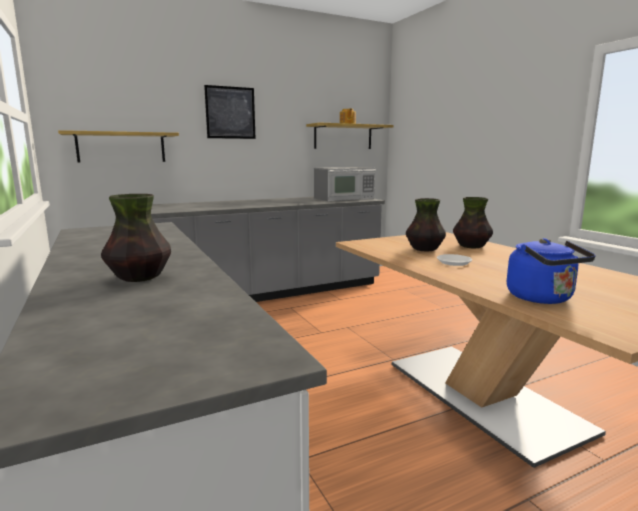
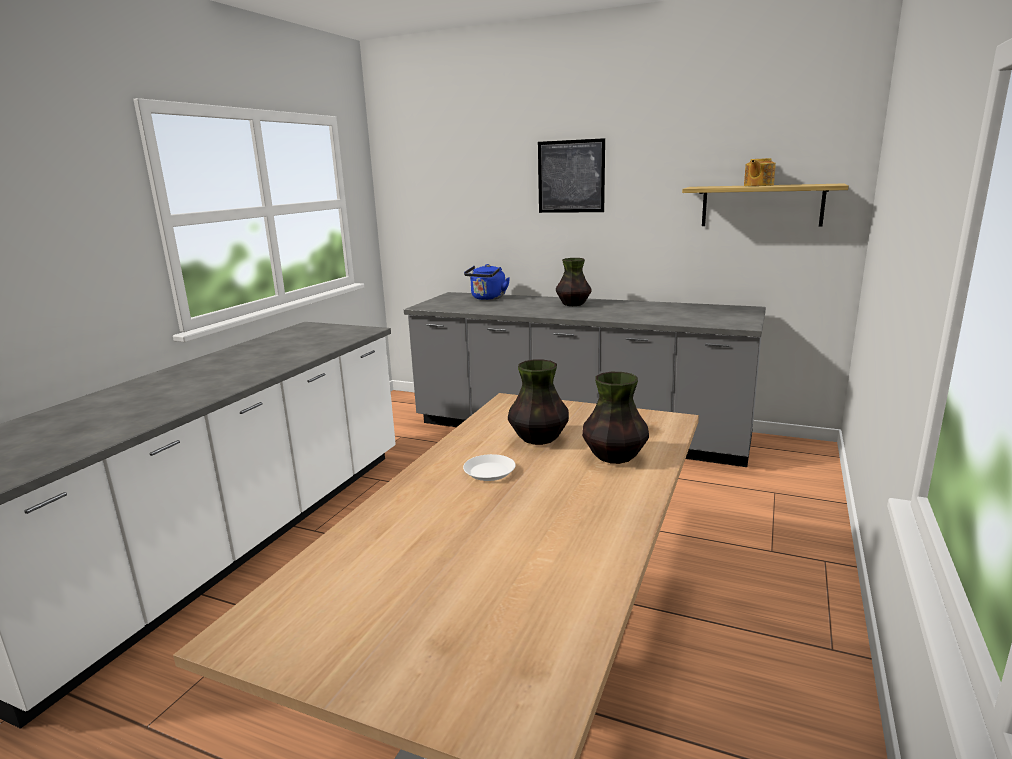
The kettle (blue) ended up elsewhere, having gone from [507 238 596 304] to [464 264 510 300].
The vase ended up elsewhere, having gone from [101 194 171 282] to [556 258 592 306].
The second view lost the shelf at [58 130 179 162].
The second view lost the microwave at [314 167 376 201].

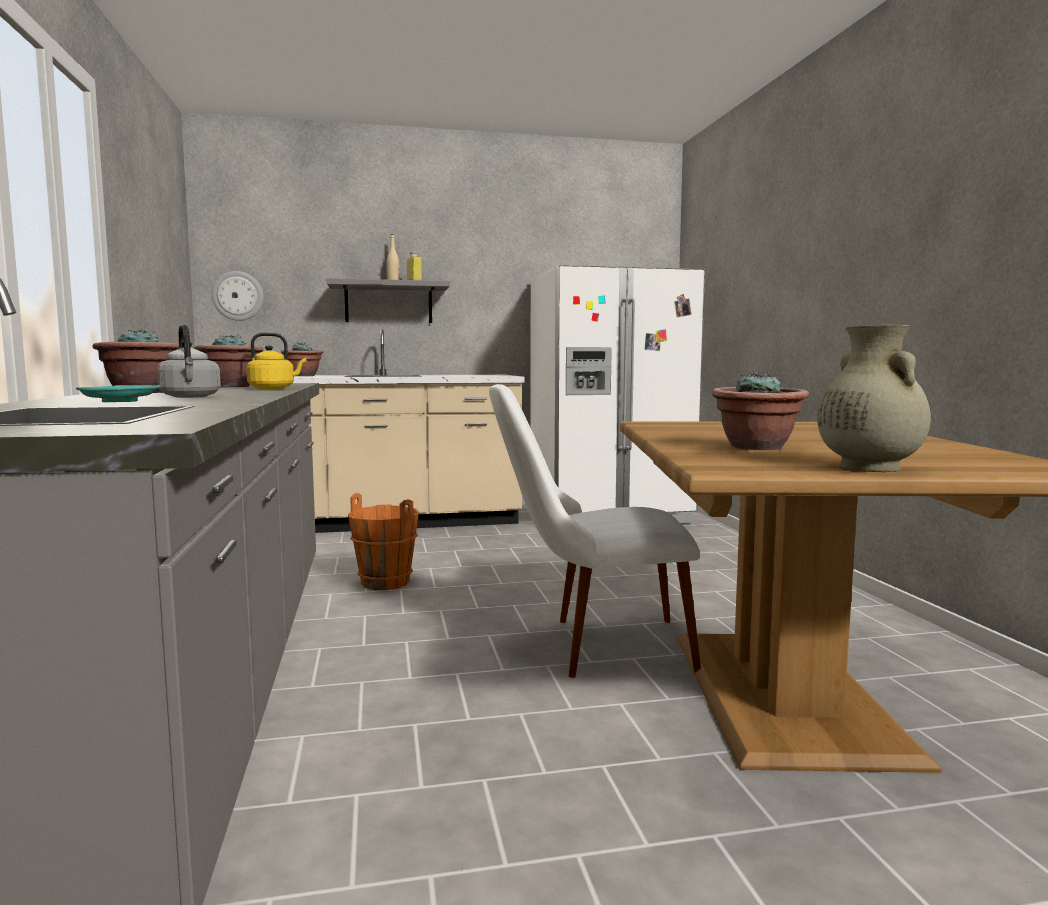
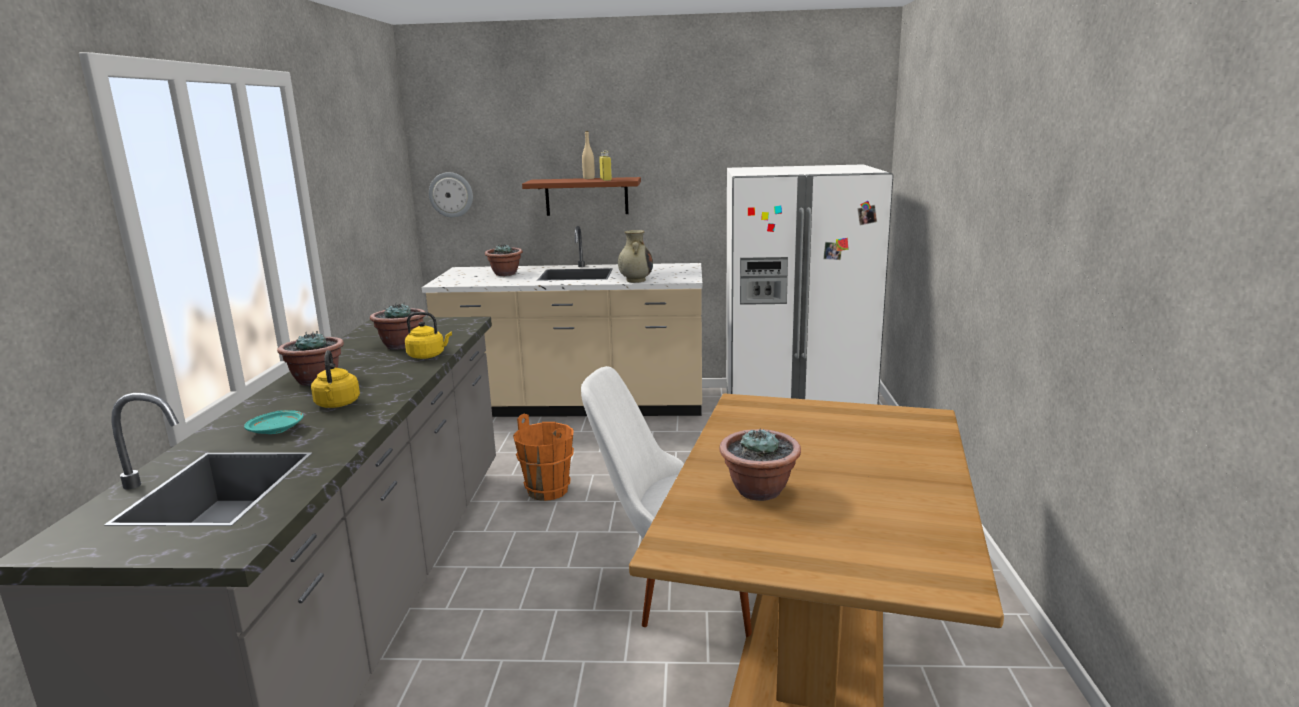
What was the kettle (grey) at [157 325 221 398] turned into the kettle (yellow) at [311 350 360 408].
What was the shelf (grey) at [326 278 450 323] turned into the shelf (brown) at [522 177 641 216].
The vase (beige) ended up elsewhere, having gone from [817 325 931 472] to [618 230 653 283].

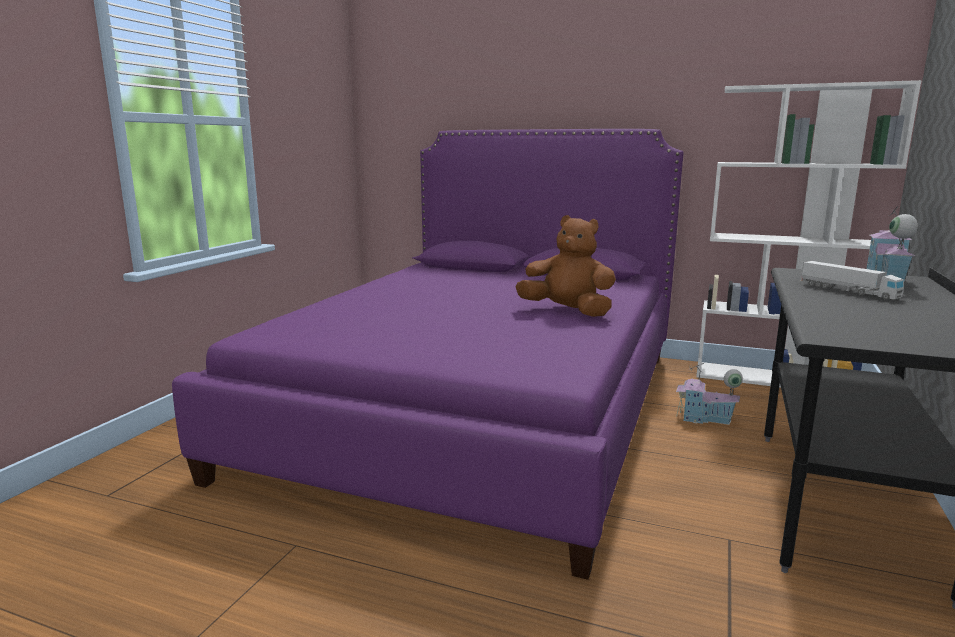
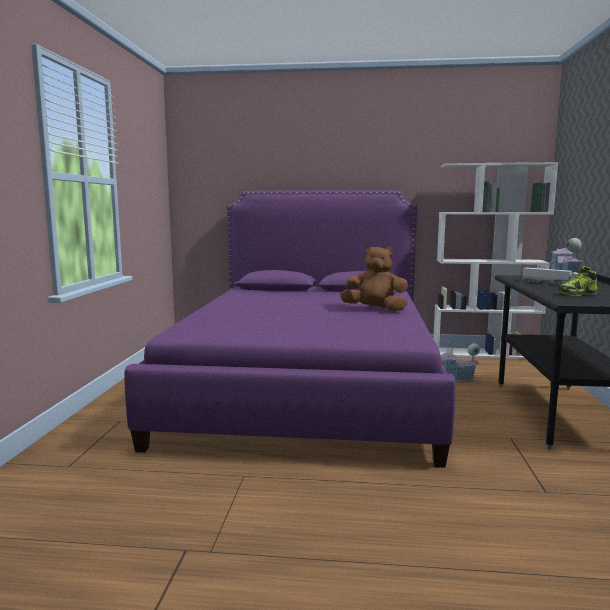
The second view gained the shoe at [558 266 598 296].

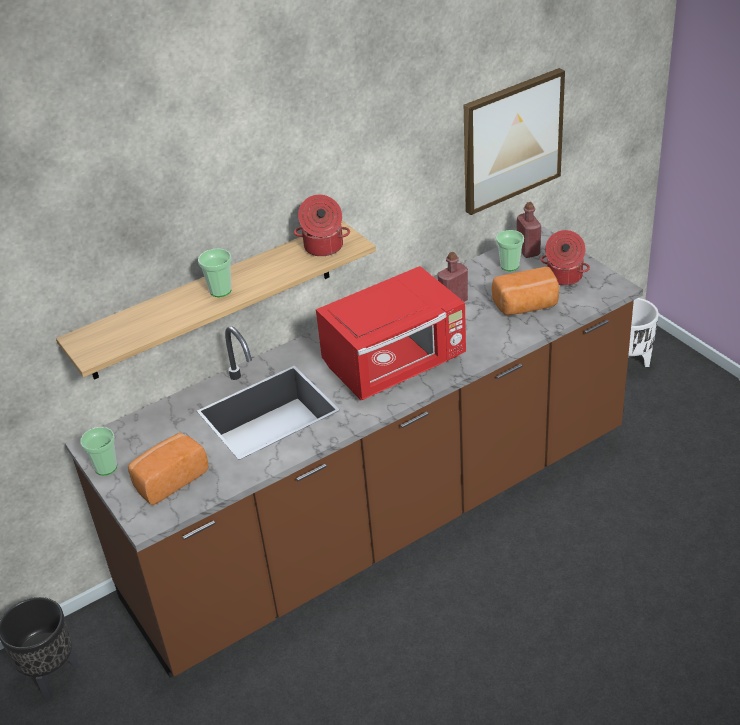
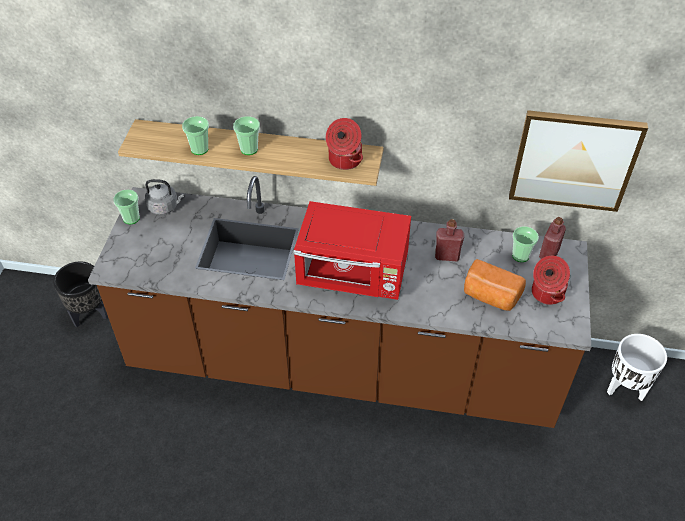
The second view gained the kettle (grey) at [145 179 184 215].
The second view gained the cup at [182 116 209 155].
The second view lost the bread at [128 433 209 505].

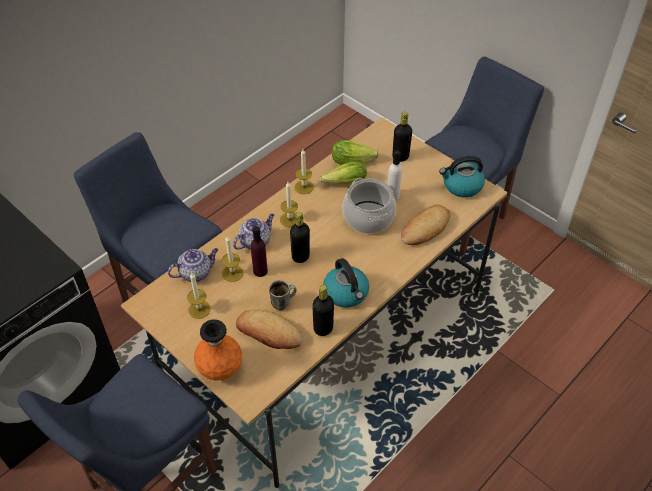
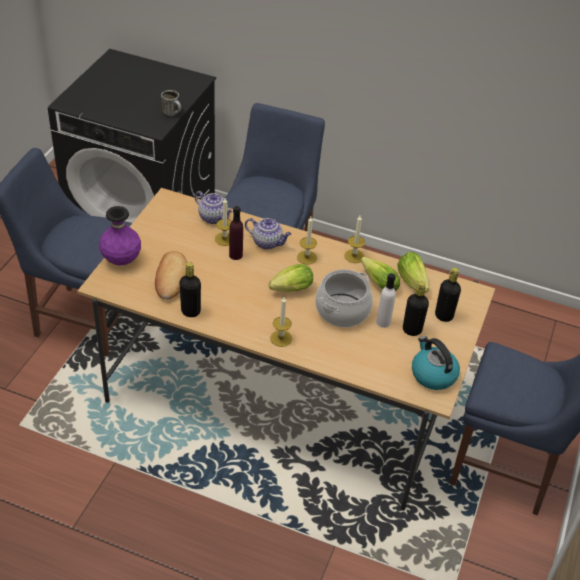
What was the vase (orange) at [194 319 242 380] turned into the vase (purple) at [99 206 141 265].
The mug ended up elsewhere, having gone from [269 280 297 310] to [161 90 181 116].
The second view gained the lettuce at [269 264 313 292].
The candle ended up elsewhere, having gone from [187 273 211 319] to [270 297 292 347].
The bottle (black) ended up elsewhere, having gone from [290 212 310 263] to [403 282 429 336].
The second view lost the kettle at [323 258 369 308].
The second view lost the bread at [401 205 450 245].

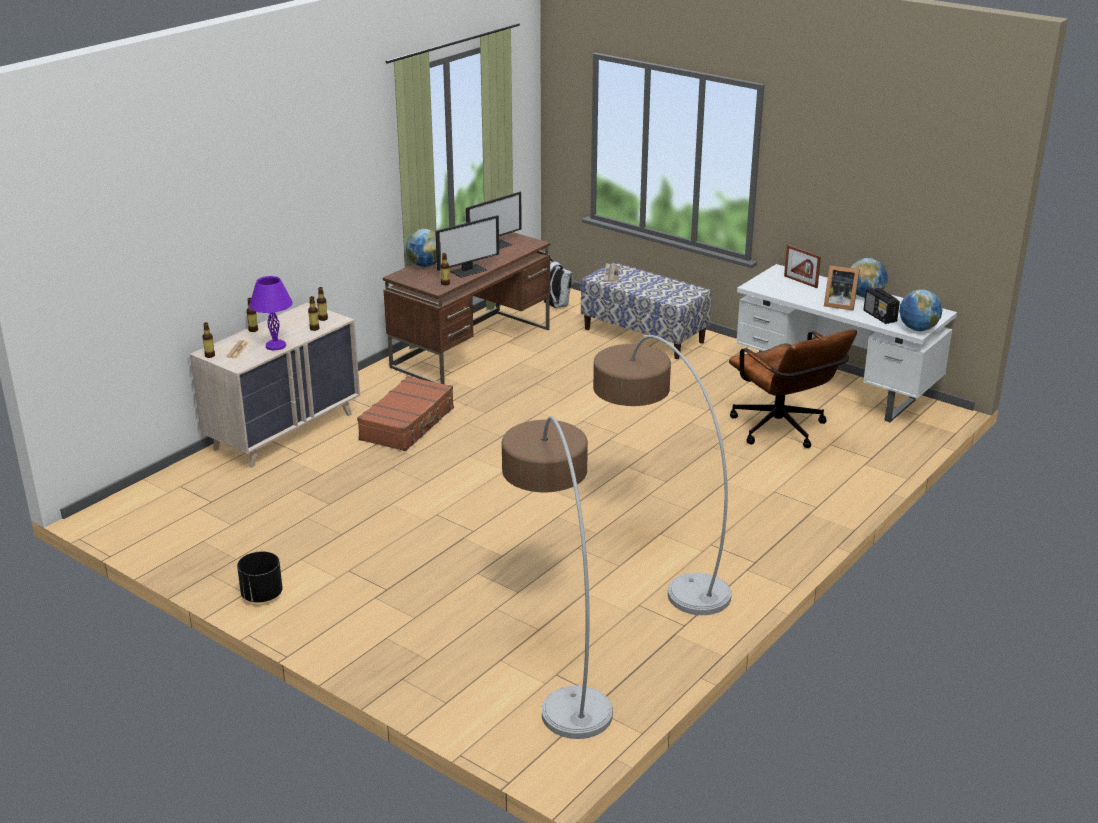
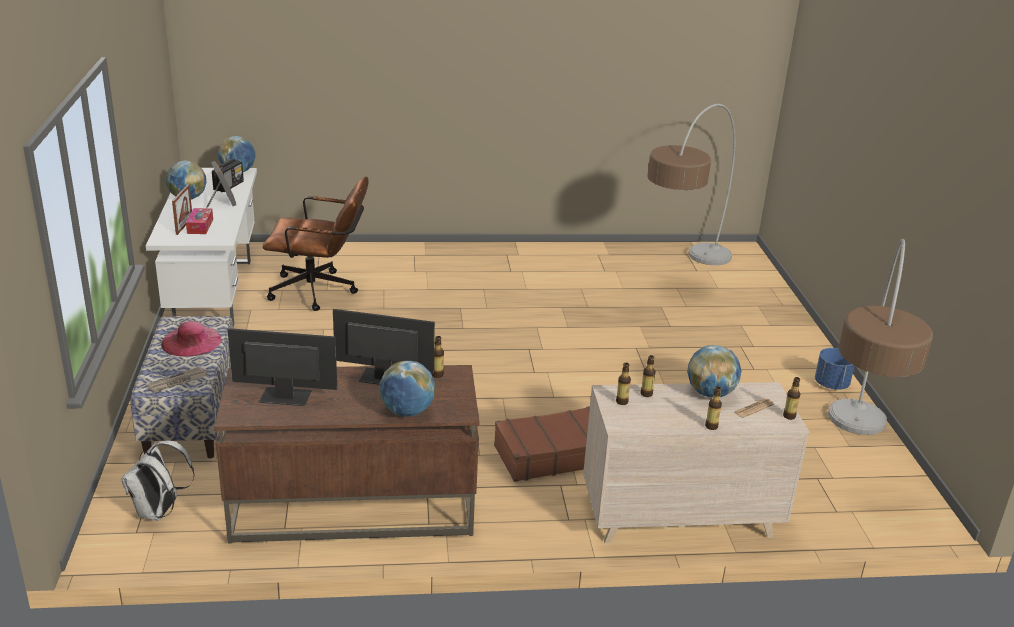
The second view gained the hat (pink) at [161 321 221 357].
The second view gained the tissue box at [186 208 213 234].
The office chair (brown) at [729 329 857 448] ended up facing another way, 75 degrees clockwise from before.
Where the table lamp (purple) stood at [249 276 293 350], the globe came to stand at [687 345 741 398].
What was the planter (black) at [237 551 283 603] turned into the planter (blue) at [815 348 854 390].
The floor lamp ended up elsewhere, having gone from [593 335 731 615] to [828 239 933 435].

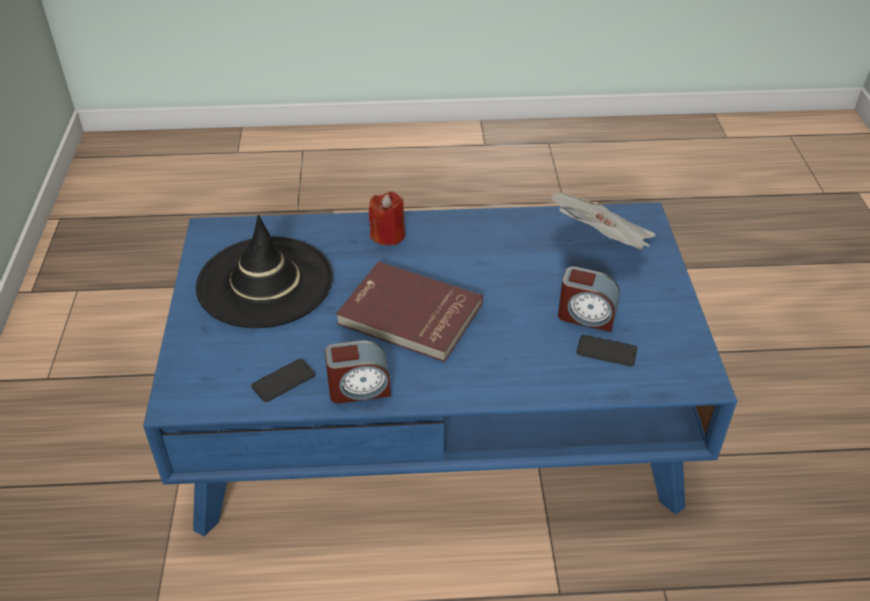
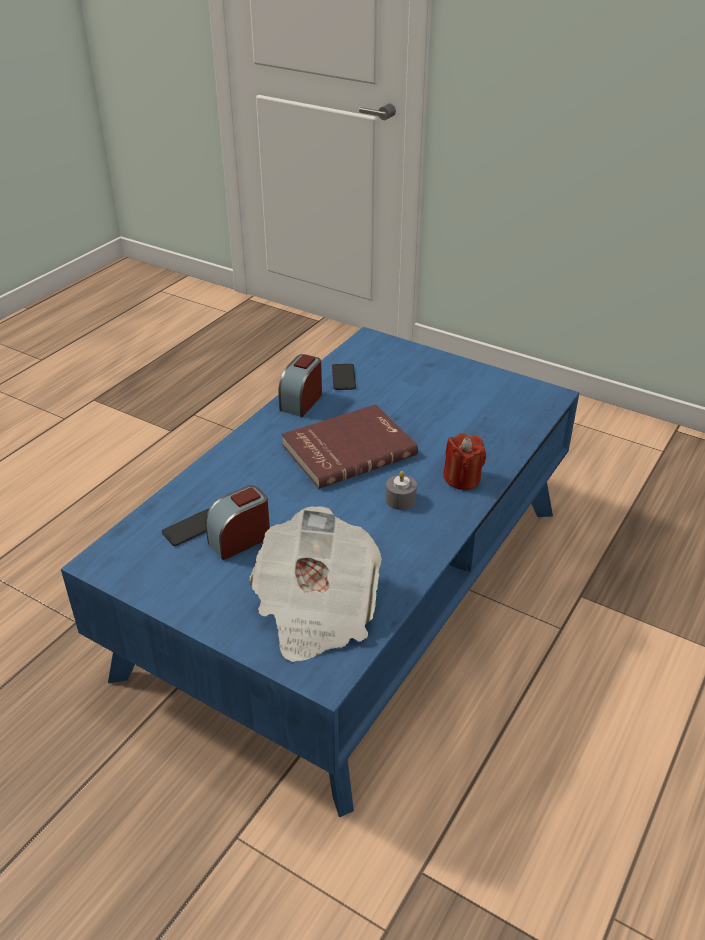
The second view gained the candle (grey) at [386 471 417 510].
The second view lost the hat (black) at [196 215 333 328].

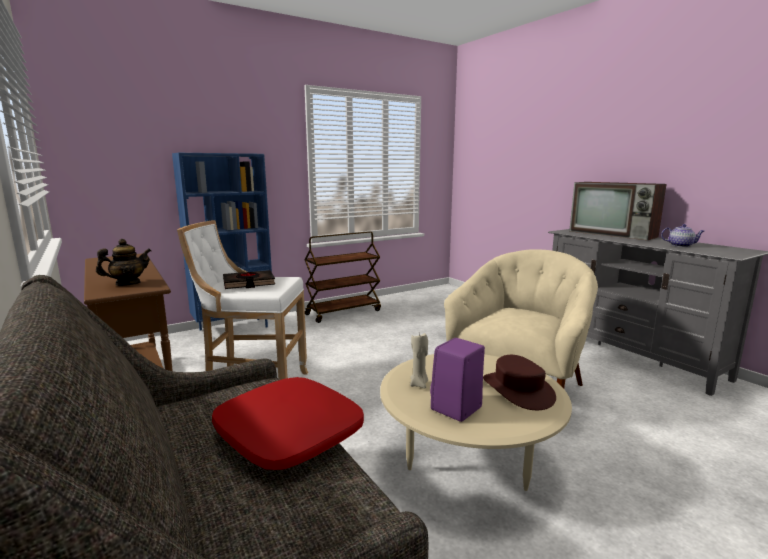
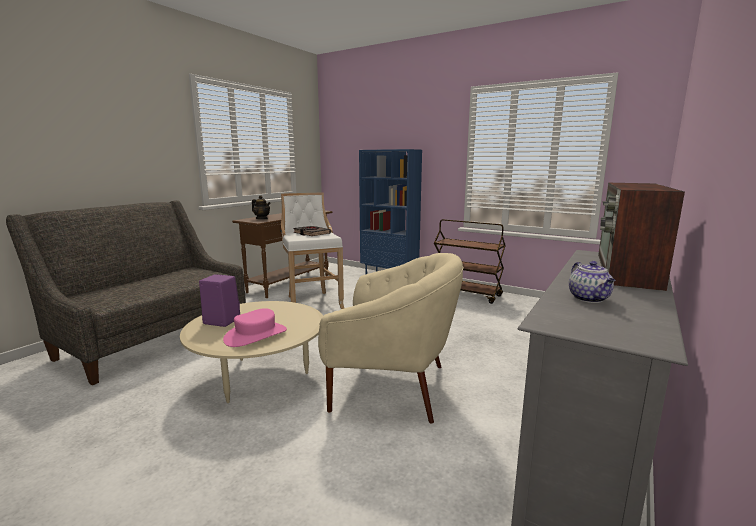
What was the hat (brown) at [483 355 556 410] turned into the hat (pink) at [223 308 287 347].
The second view lost the pillow (red) at [212 377 364 470].
The second view lost the candle (beige) at [410 333 428 389].

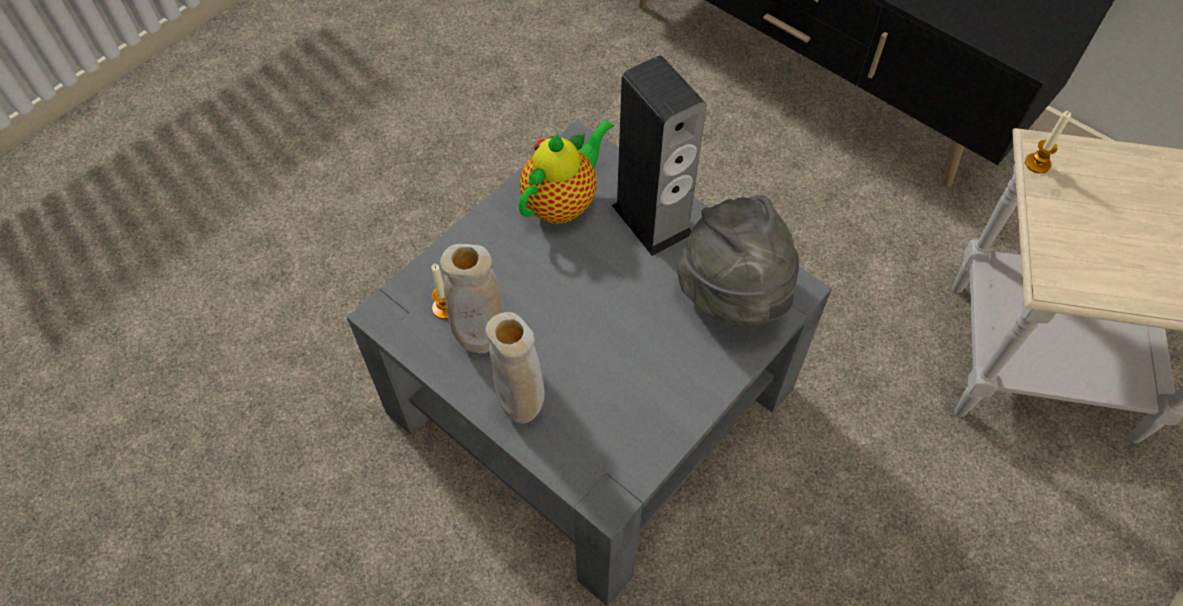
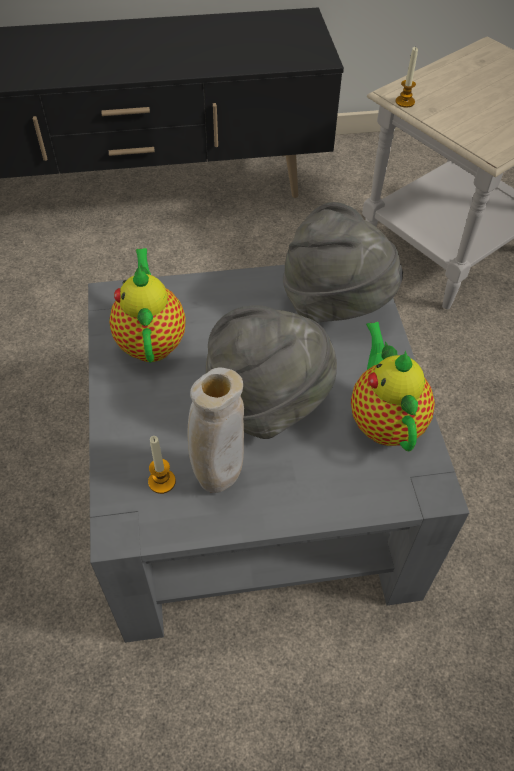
The second view gained the hat (grey) at [206 305 337 439].
The second view gained the teapot at [351 322 435 451].
The second view lost the vase (beige) at [485 312 545 423].
The second view lost the speaker at [612 55 706 256].

